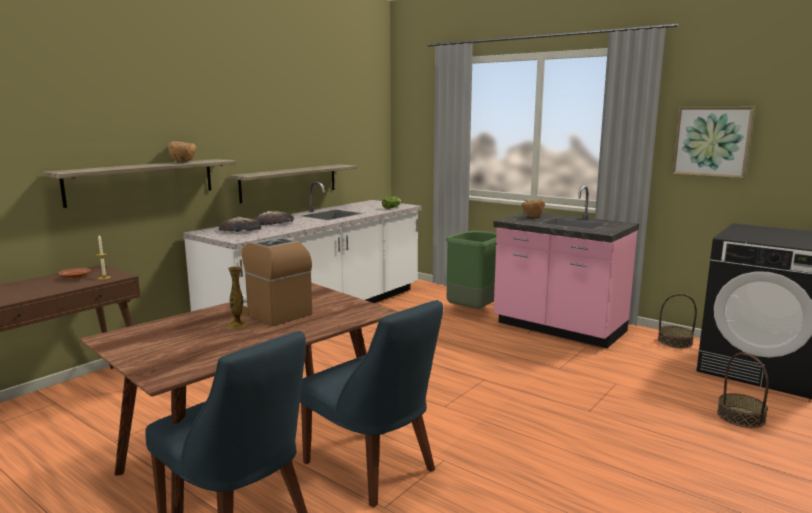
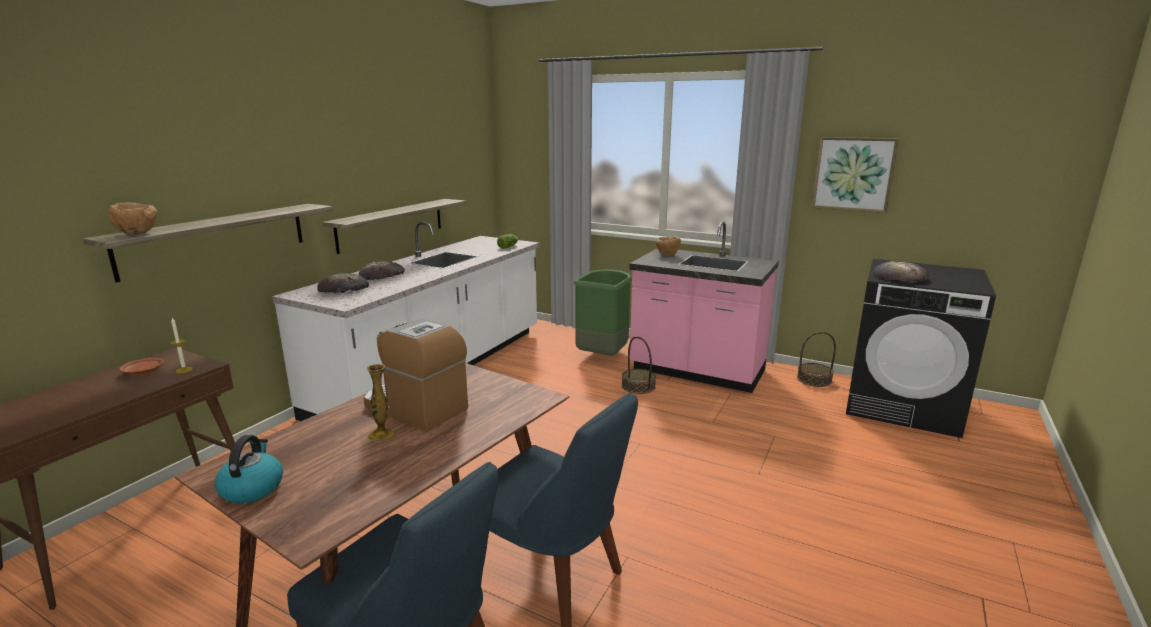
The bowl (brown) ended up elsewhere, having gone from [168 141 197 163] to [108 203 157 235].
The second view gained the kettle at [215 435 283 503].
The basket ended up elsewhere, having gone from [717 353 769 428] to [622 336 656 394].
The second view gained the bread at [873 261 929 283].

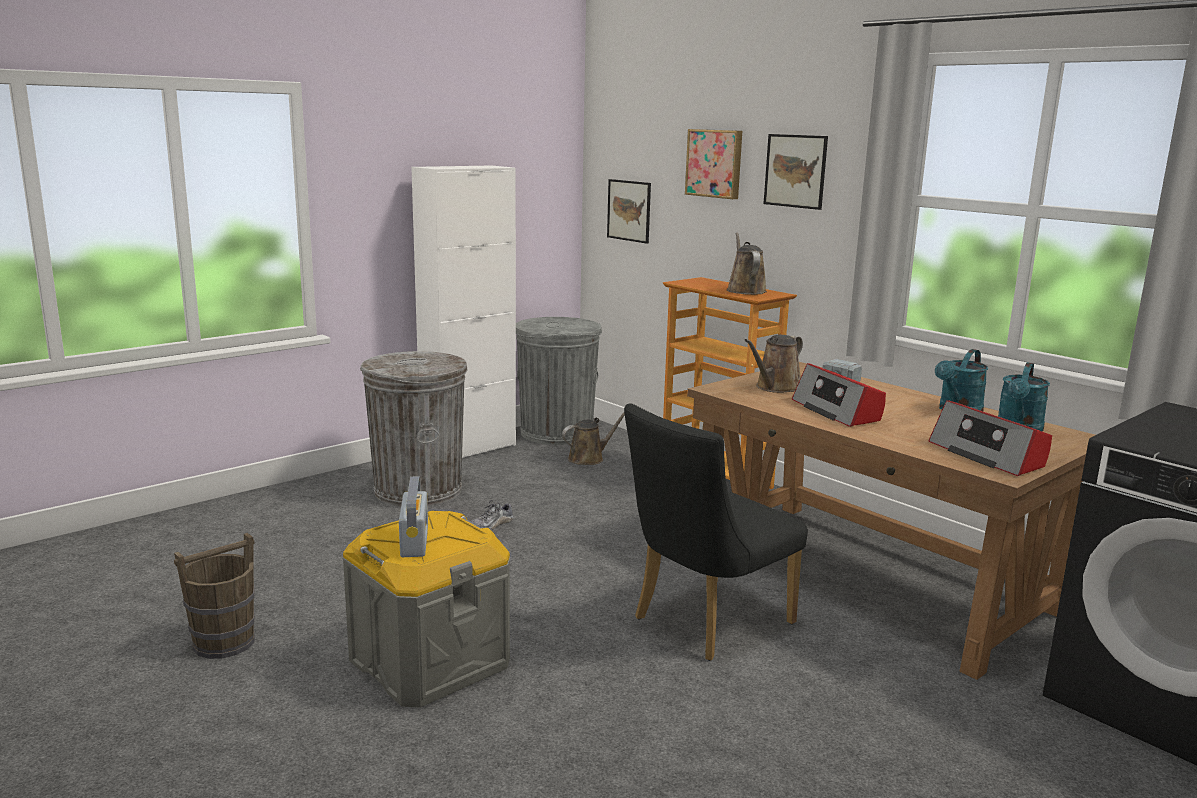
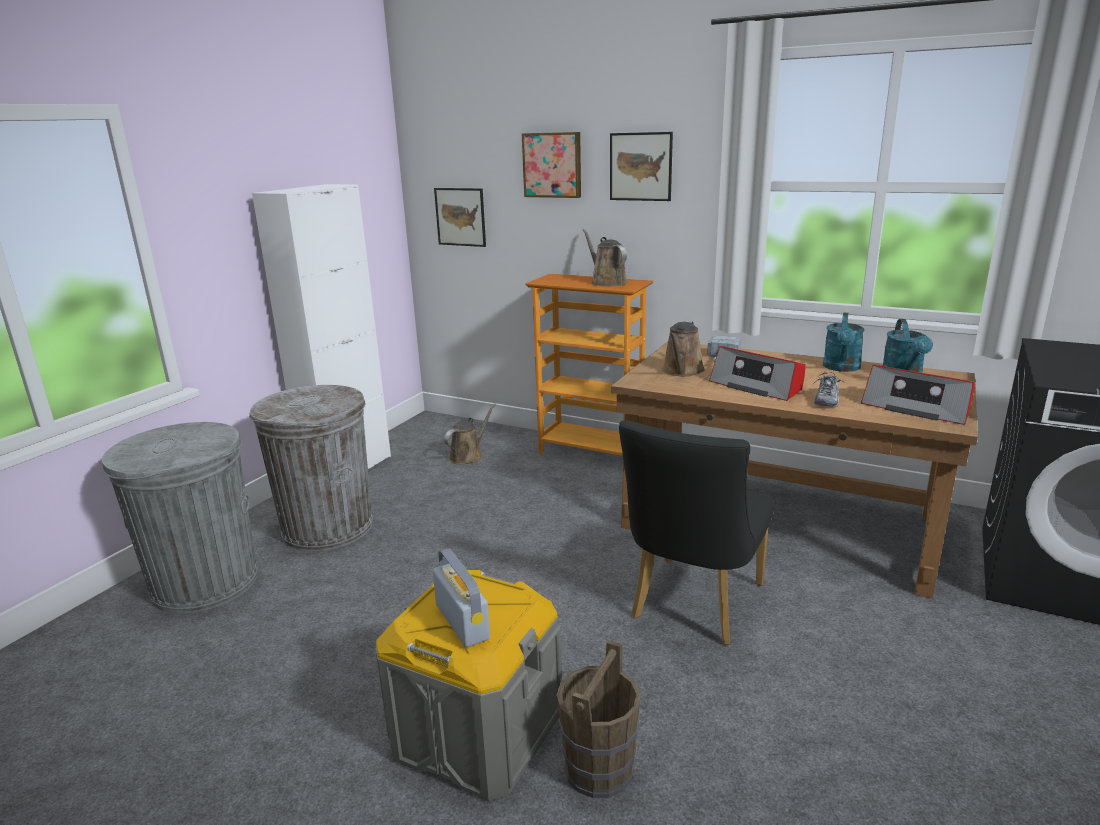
The trash can (grey) ended up elsewhere, having gone from [516 317 602 445] to [102 422 258 614].
The bucket (brown) ended up elsewhere, having gone from [174 533 255 659] to [557 640 641 798].
The shoe ended up elsewhere, having gone from [470 500 513 530] to [812 372 845 407].

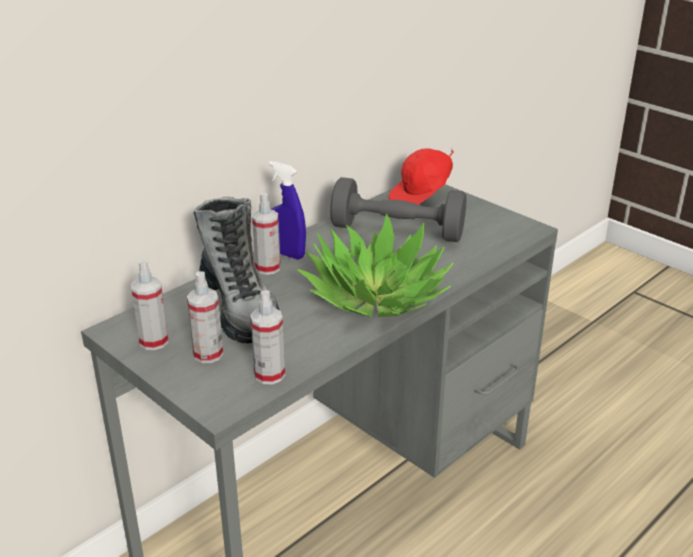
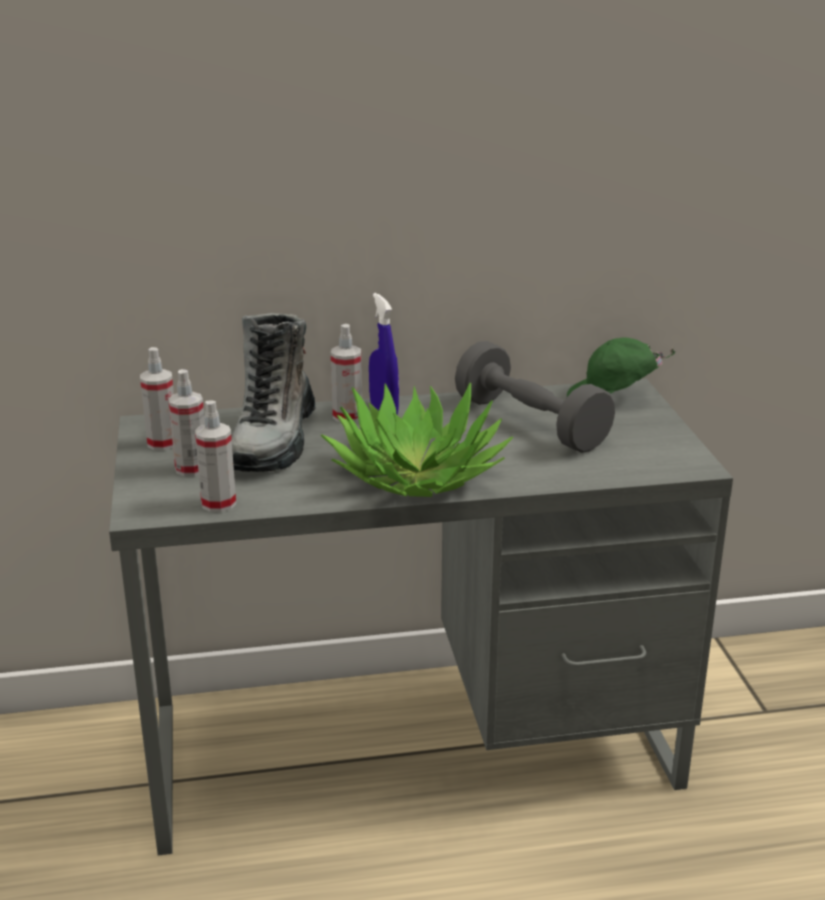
What was the cap (red) at [389 149 454 205] turned into the cap (green) at [567 337 675 397].

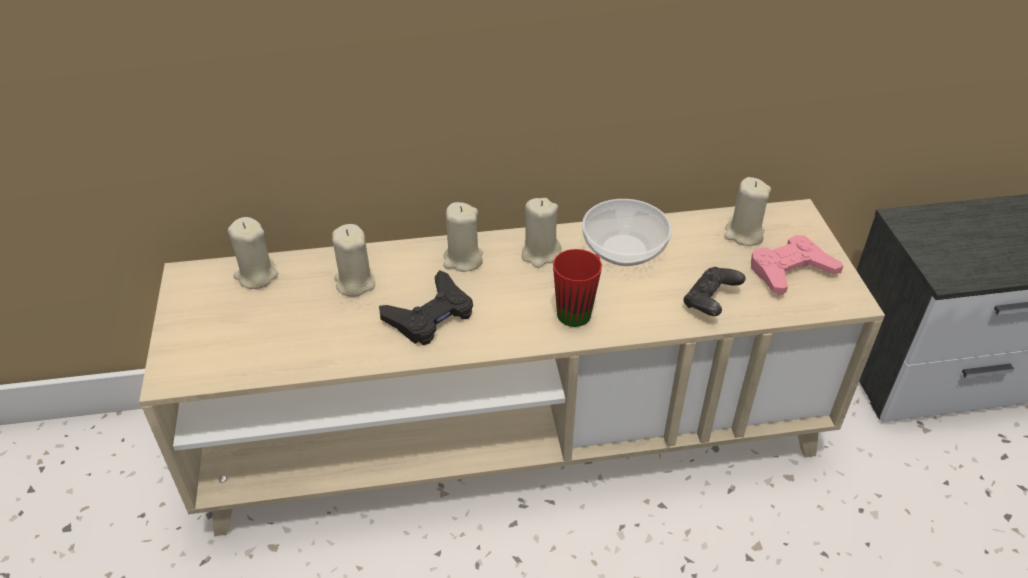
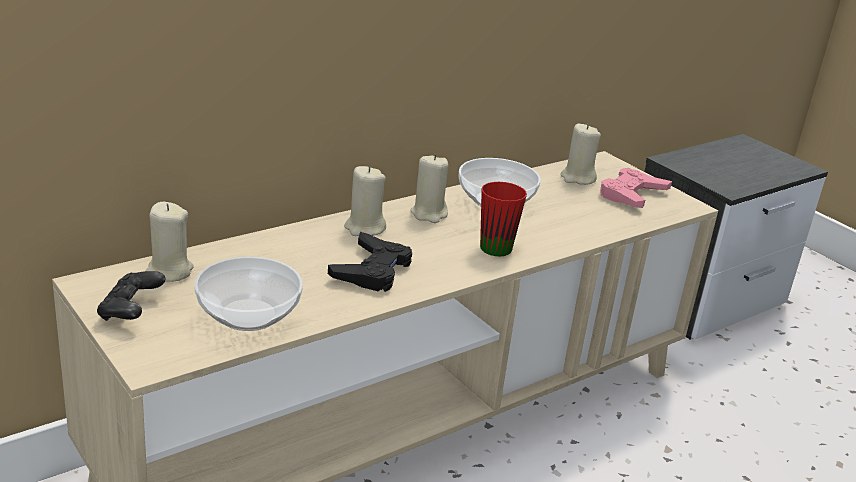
The game controller (black) ended up elsewhere, having gone from [683 267 746 316] to [97 271 165 321].
The second view gained the bowl at [194 257 303 331].
The second view lost the candle (beige) at [332 224 375 297].

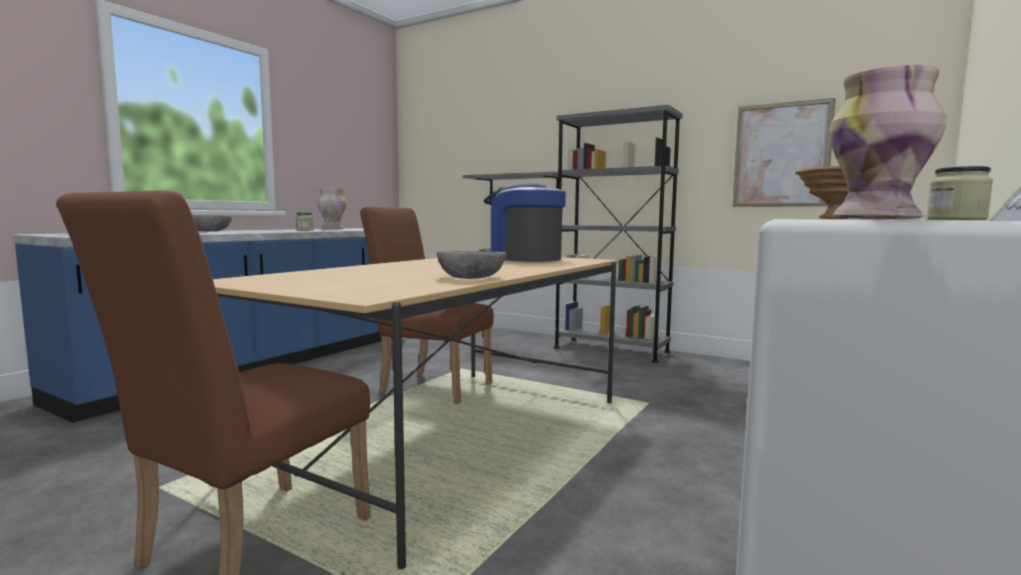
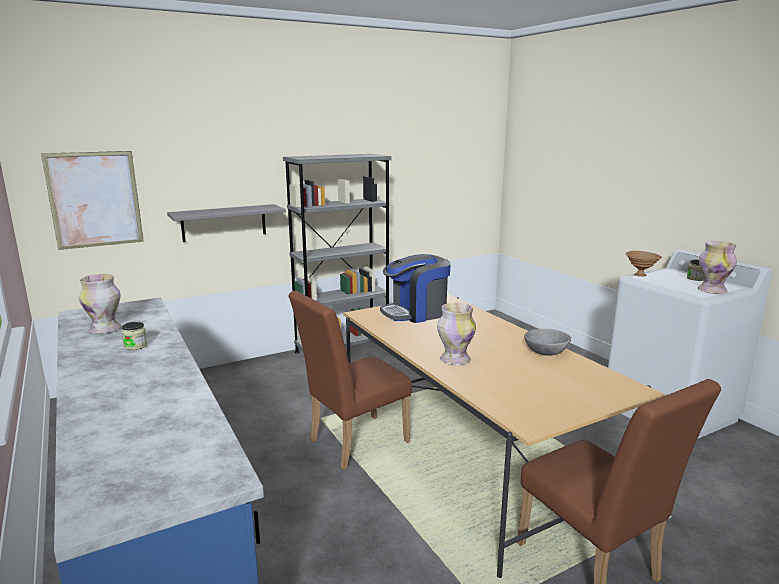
The picture ended up elsewhere, having gone from [733 98 836 207] to [41 151 144 250].
The second view gained the vase at [437 303 476 365].
The second view lost the bowl (grey) at [193 215 232 232].

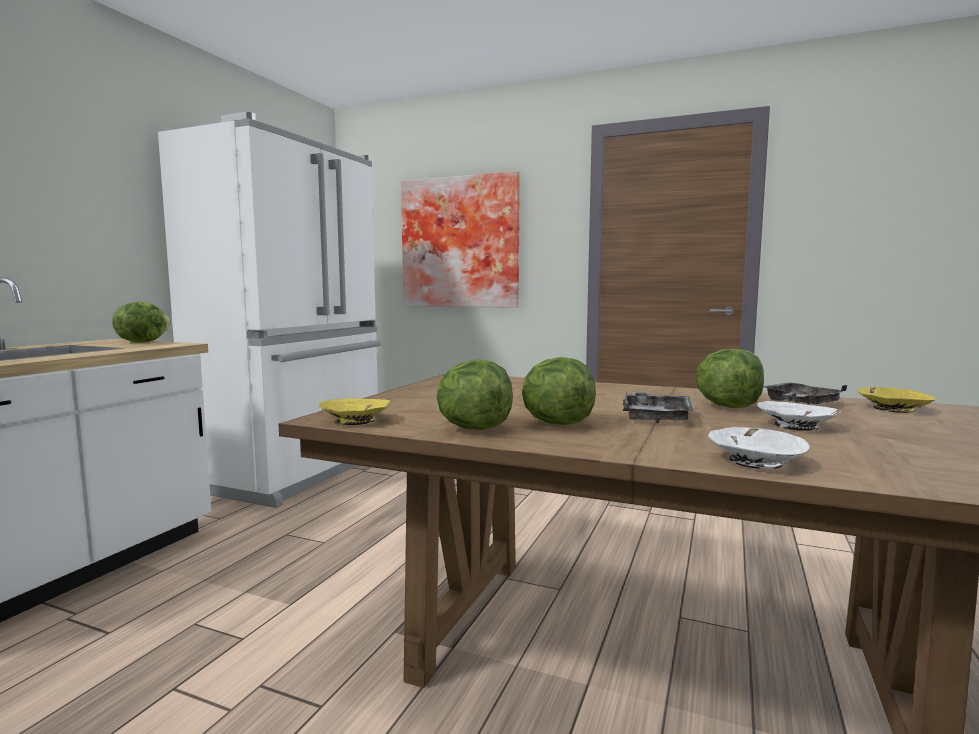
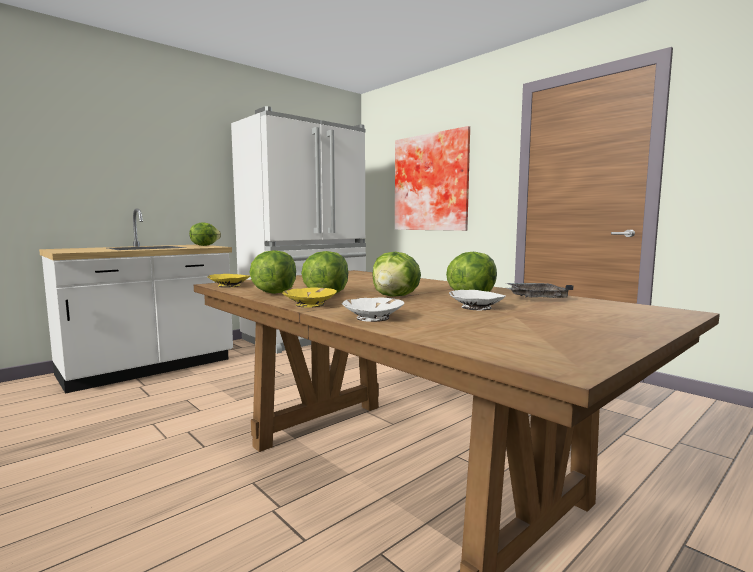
The bowl (yellow) ended up elsewhere, having gone from [857 387 936 413] to [283 288 337 308].
Where the tray (grey) stood at [623 391 693 423], the lettuce came to stand at [372 252 421 297].

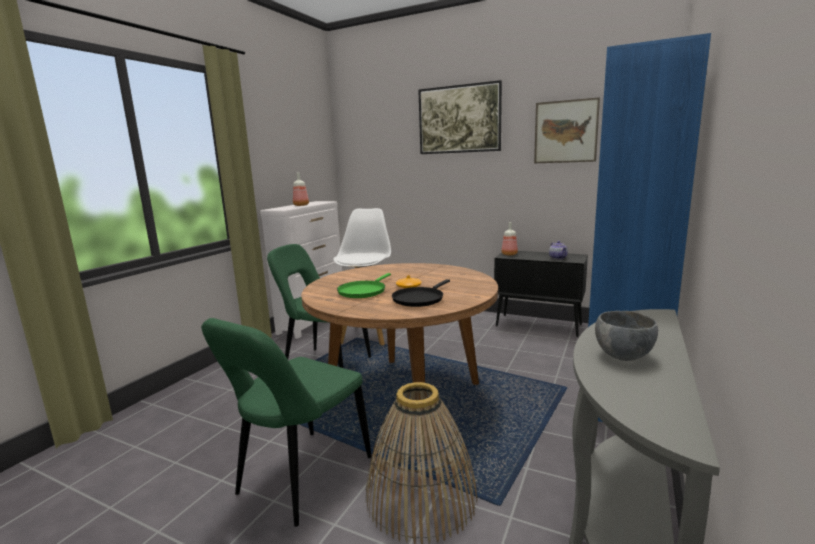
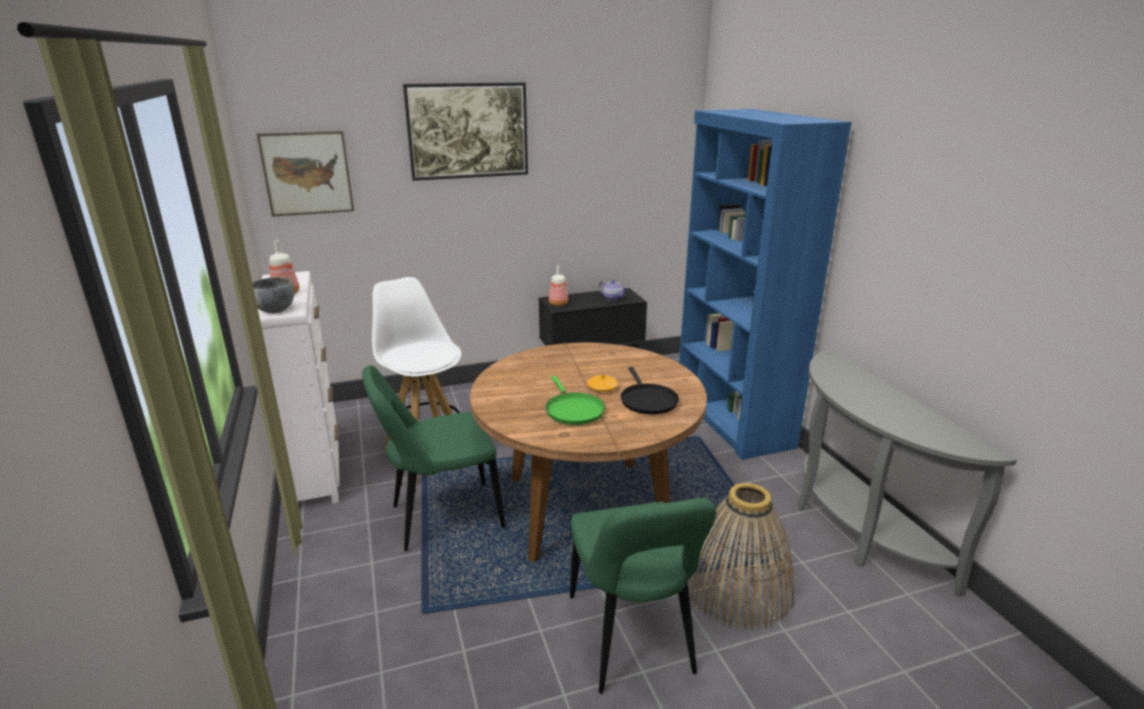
The bowl (grey) ended up elsewhere, having gone from [595 311 658 361] to [252 277 294 313].
The picture ended up elsewhere, having gone from [534 97 600 163] to [257 131 354 217].

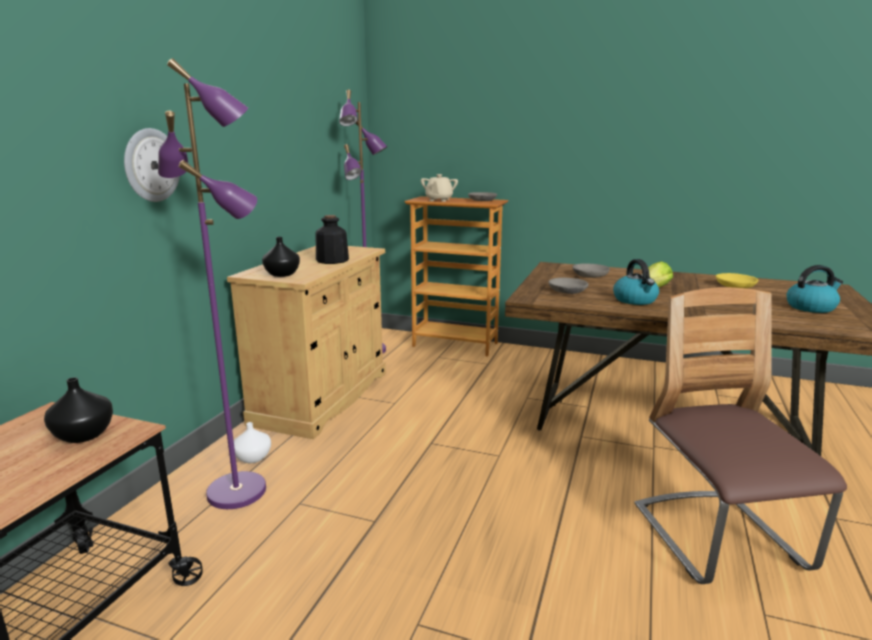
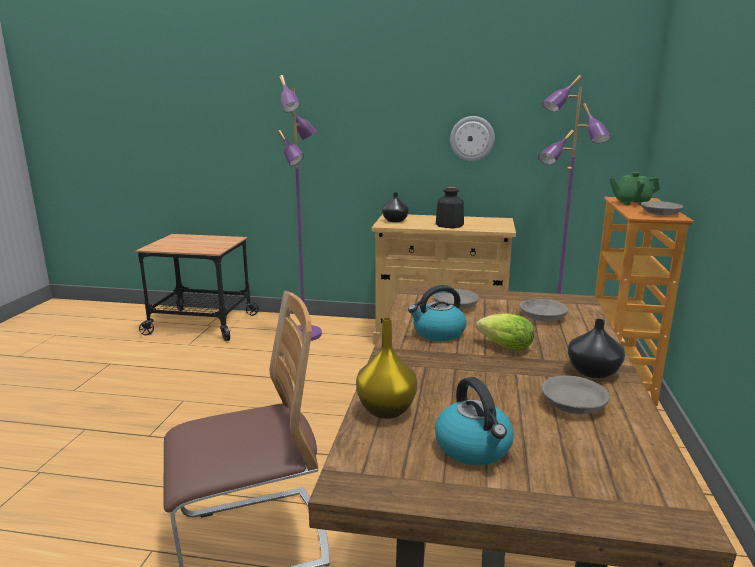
The second view gained the vase (yellow) at [356 317 417 419].
The wall clock ended up elsewhere, having gone from [124 128 180 202] to [450 116 495 161].
What was the bowl (yellow) at [716 273 758 288] turned into the bowl (grey) at [541 375 610 414].
The vase (black) ended up elsewhere, having gone from [44 377 113 443] to [568 319 625 378].
What was the teapot (beige) at [421 174 458 202] turned into the teapot (green) at [609 172 660 205].
The second view lost the vase (white) at [234 422 271 463].

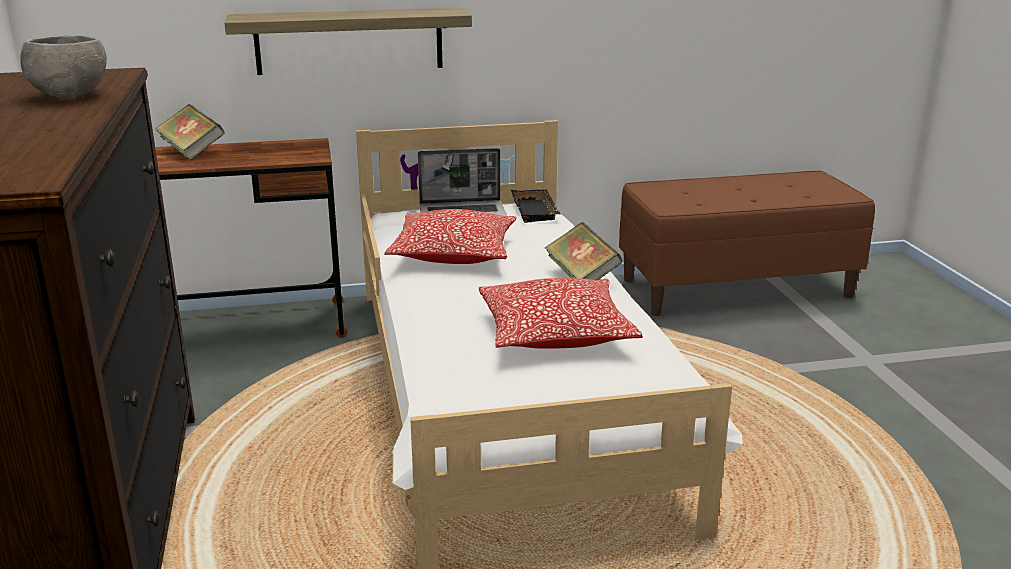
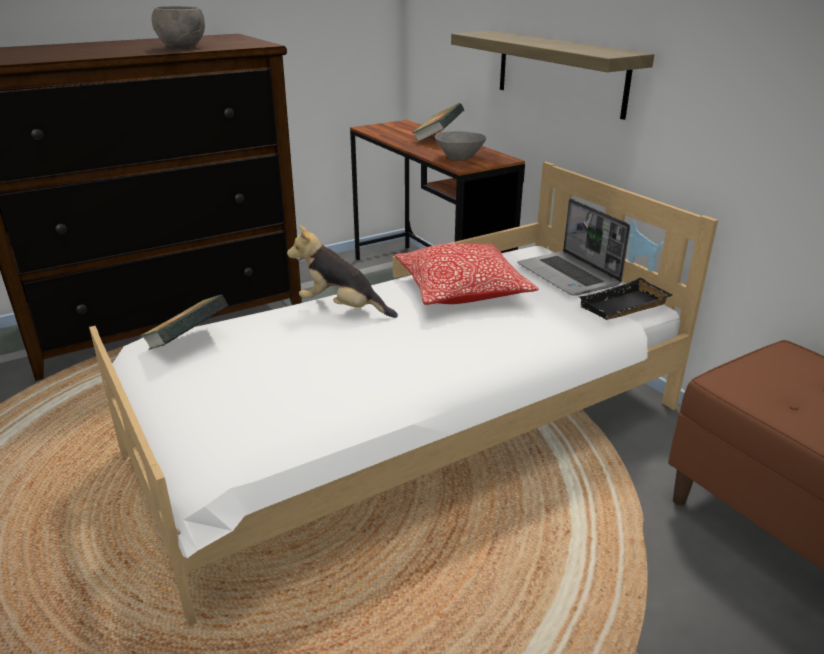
The book ended up elsewhere, having gone from [545 222 623 280] to [140 294 228 350].
The second view gained the plush toy at [287 225 398 318].
The second view gained the bowl (grey) at [435 131 486 161].
The second view lost the pillow at [479 278 643 349].

